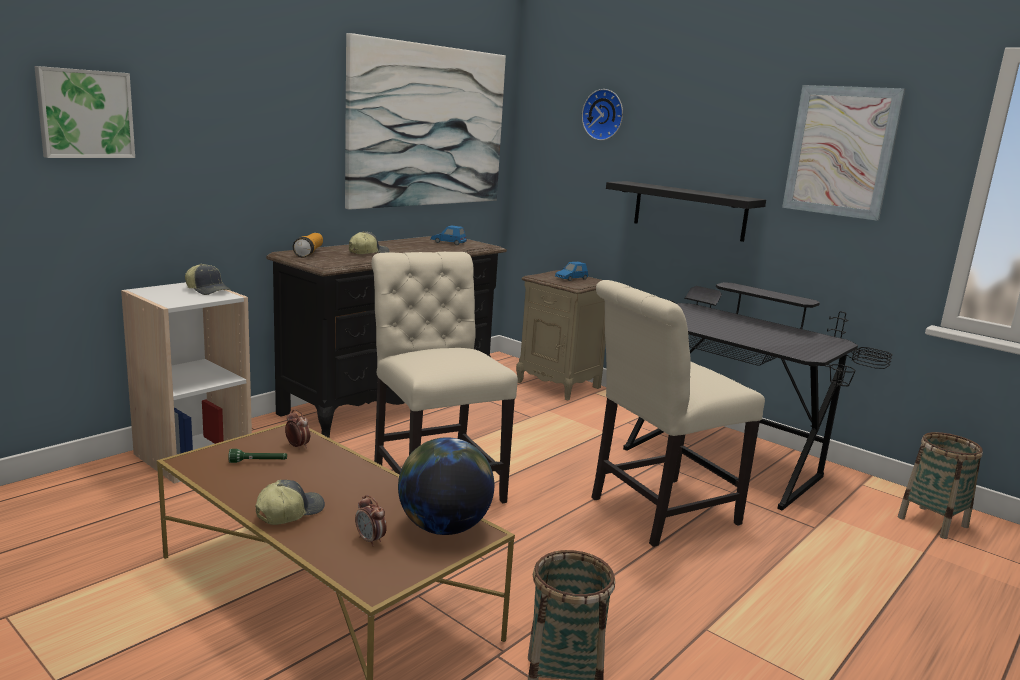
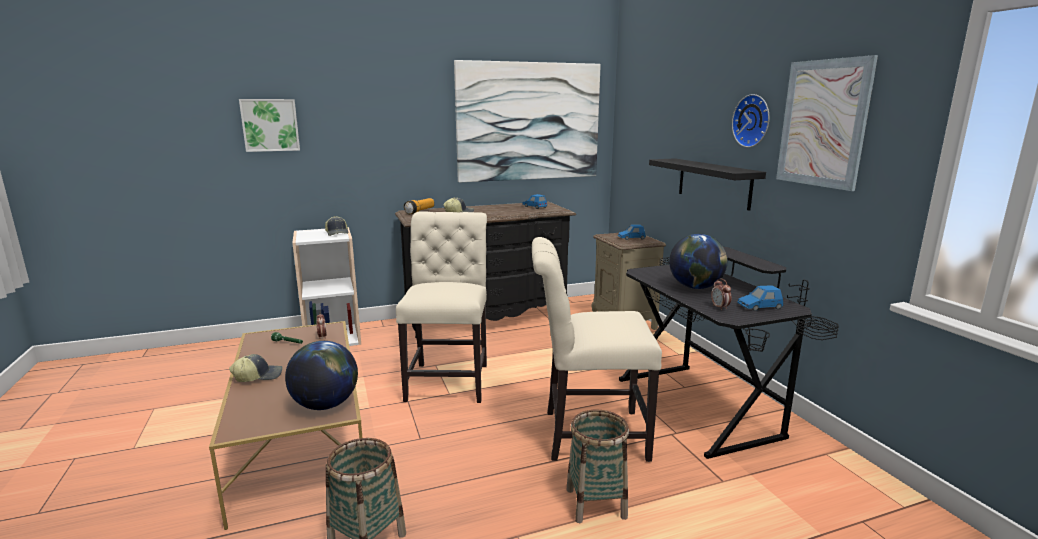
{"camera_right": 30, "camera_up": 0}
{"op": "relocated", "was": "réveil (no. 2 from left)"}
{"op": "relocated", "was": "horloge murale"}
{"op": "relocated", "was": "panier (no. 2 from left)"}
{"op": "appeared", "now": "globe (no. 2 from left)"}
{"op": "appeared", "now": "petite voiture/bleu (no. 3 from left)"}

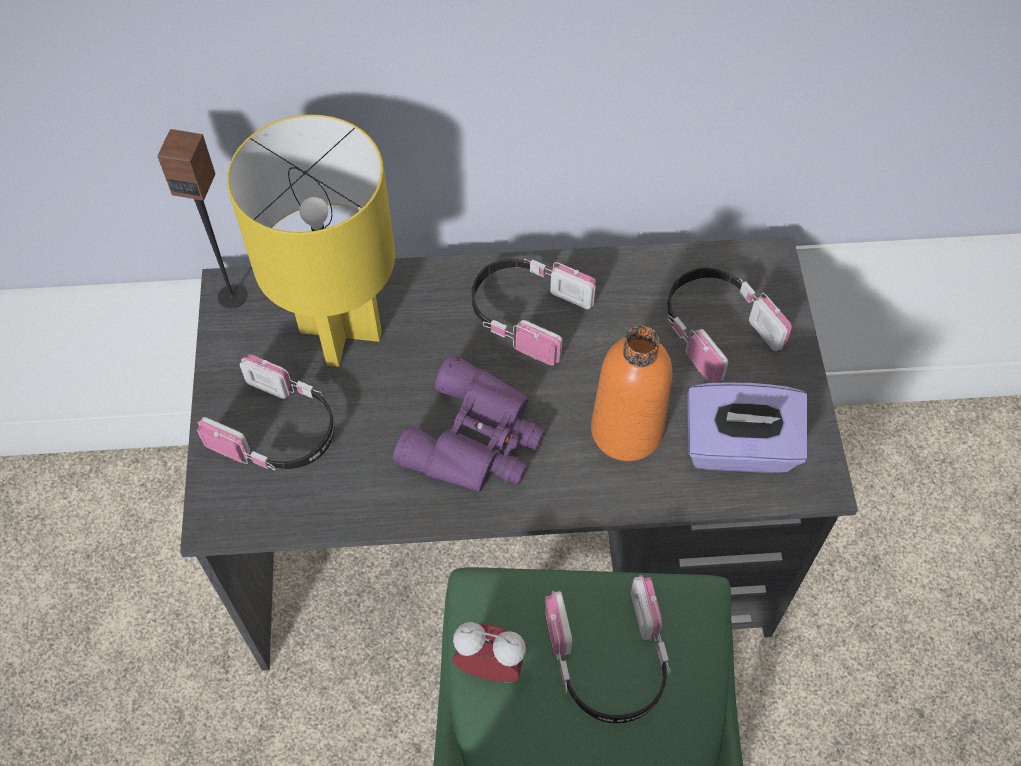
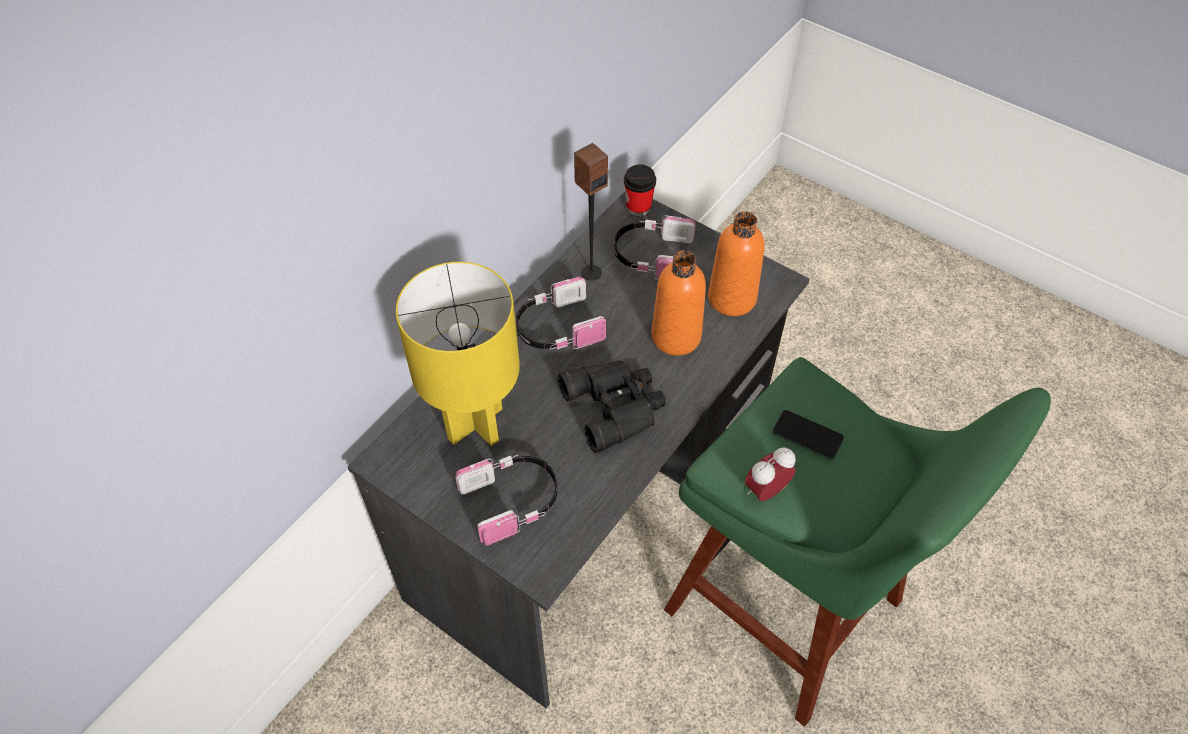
{"camera_right": -50, "camera_up": -5}
{"op": "relocated", "was": "enceinte"}
{"op": "colour", "was": "jumelles/violet", "now": "jumelles/noir"}
{"op": "exchanged", "was": "casque audio (no. 3 from left)", "now": "téléphone"}
{"op": "exchanged", "was": "boîte à mouchoirs/violet", "now": "bouteille/orange (no. 2 from left)"}
{"op": "appeared", "now": "tasse"}

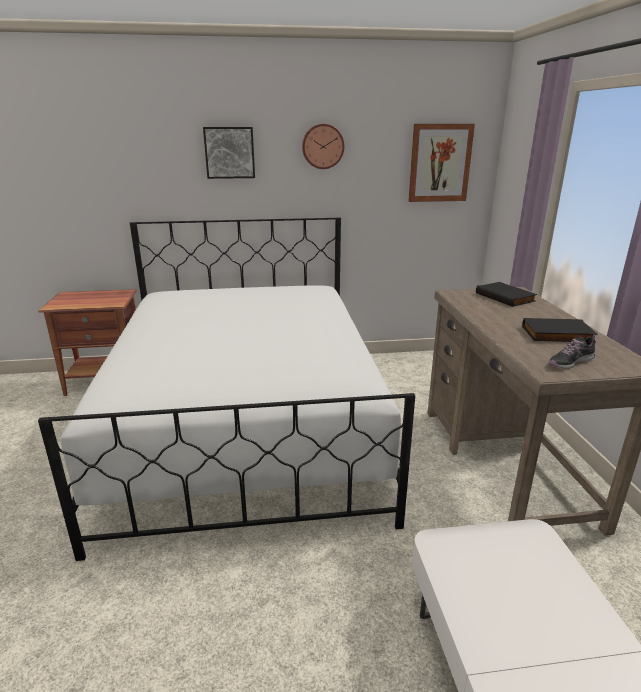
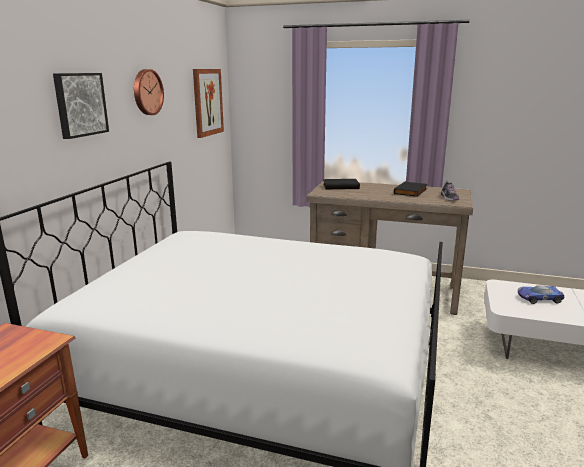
{"camera_right": -65, "camera_up": -5}
{"op": "appeared", "now": "petite voiture"}

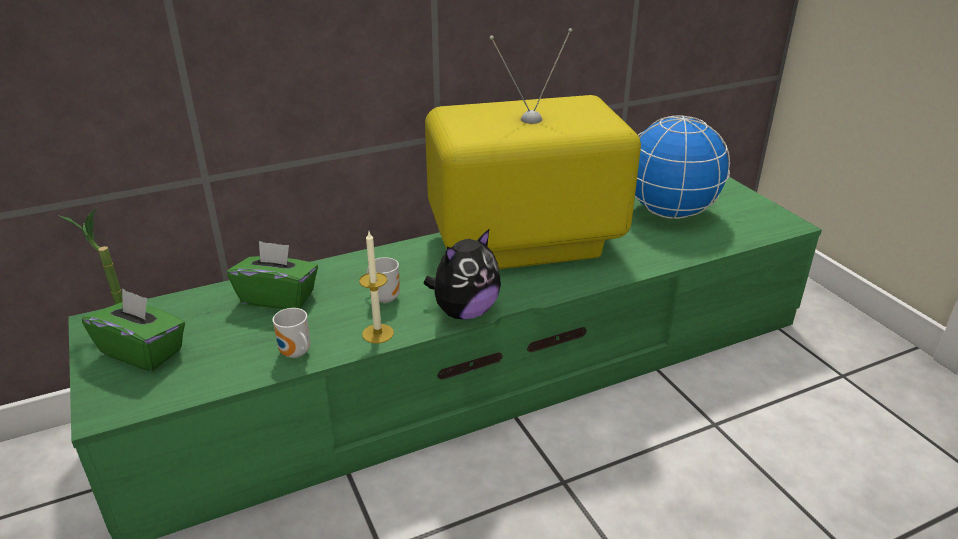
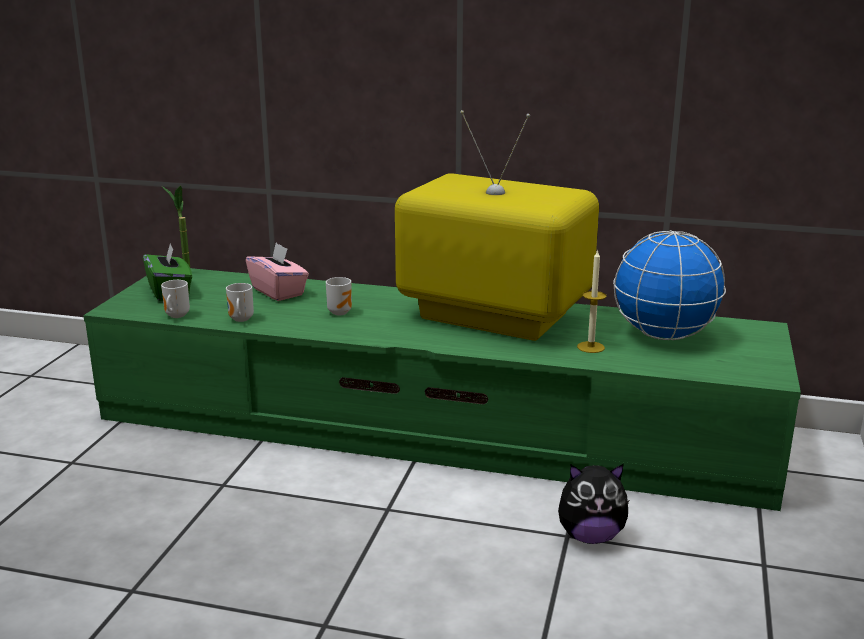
{"camera_right": 40, "camera_up": -10}
{"op": "colour", "was": "boîte à mouchoirs/vert (no. 2 from left)", "now": "boîte à mouchoirs/rose"}
{"op": "relocated", "was": "bougie"}
{"op": "relocated", "was": "peluche"}
{"op": "appeared", "now": "mug (no. 1 from left)"}

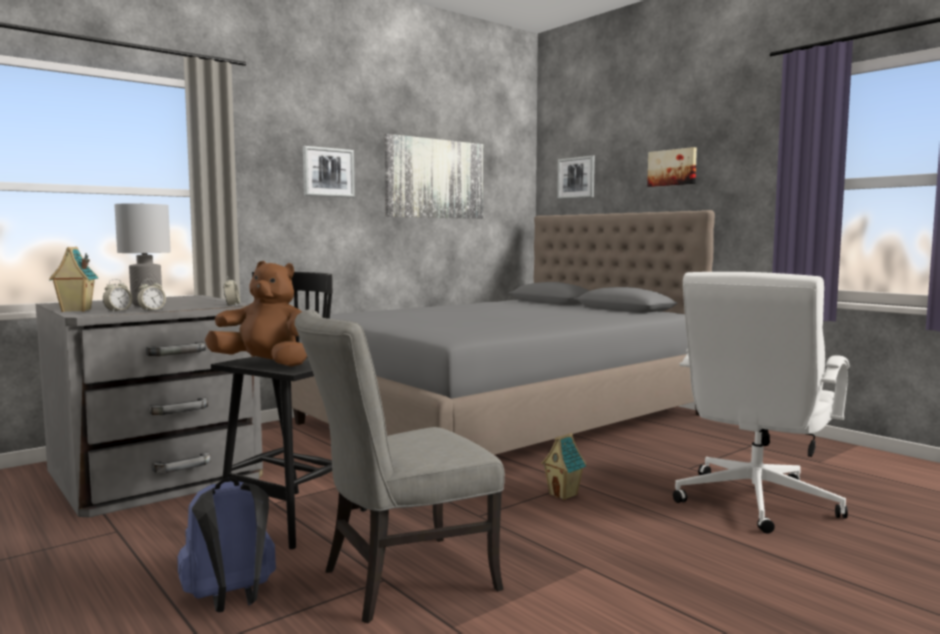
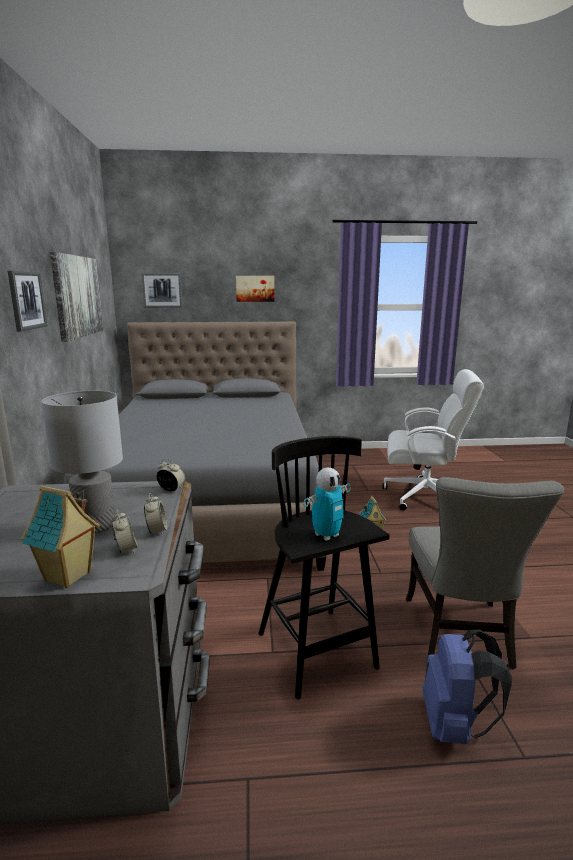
{"camera_right": -55, "camera_up": 10}
{"op": "exchanged", "was": "peluche/marron", "now": "robot jouet"}
{"op": "spun", "was": "chaise de bureau/blanc", "clockwise": -60}

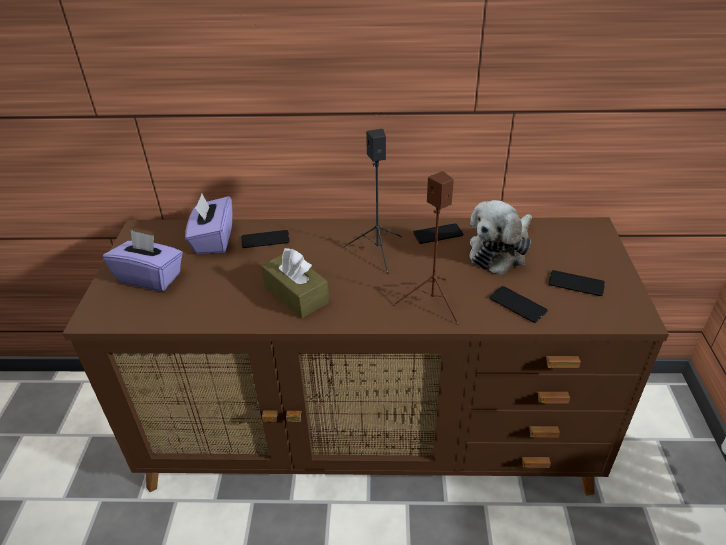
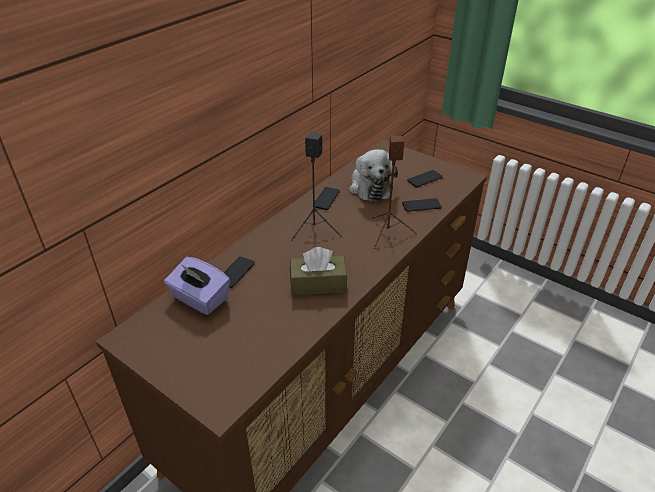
{"camera_right": -55, "camera_up": 0}
{"op": "missing", "was": "boîte à mouchoirs/violet (no. 1 from left)"}

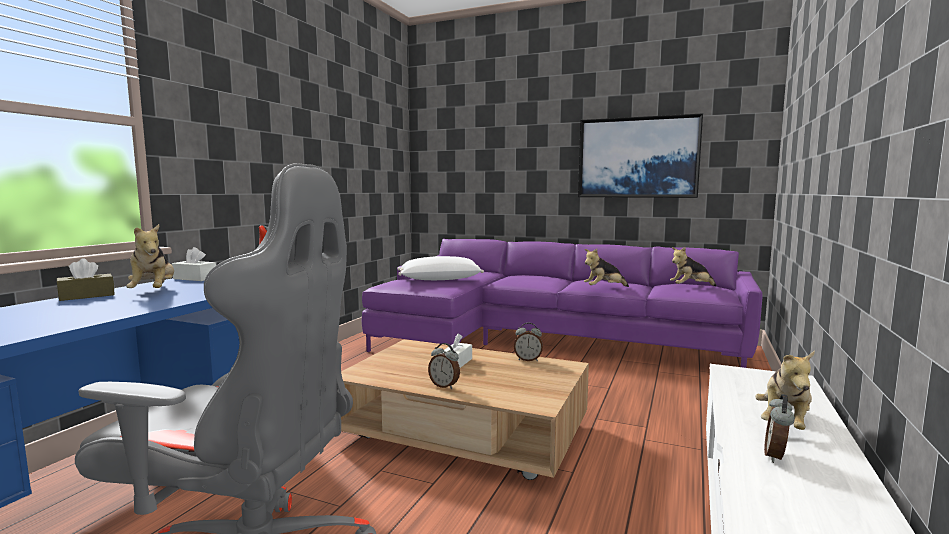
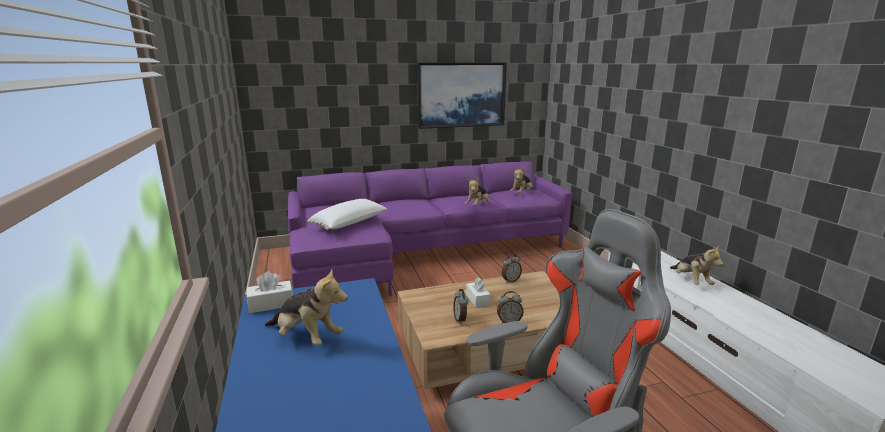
{"camera_right": -40, "camera_up": 10}
{"op": "missing", "was": "boîte à mouchoirs/marron"}
{"op": "relocated", "was": "réveil (no. 3 from left in the first image)", "now": "réveil (no. 1 from left)"}

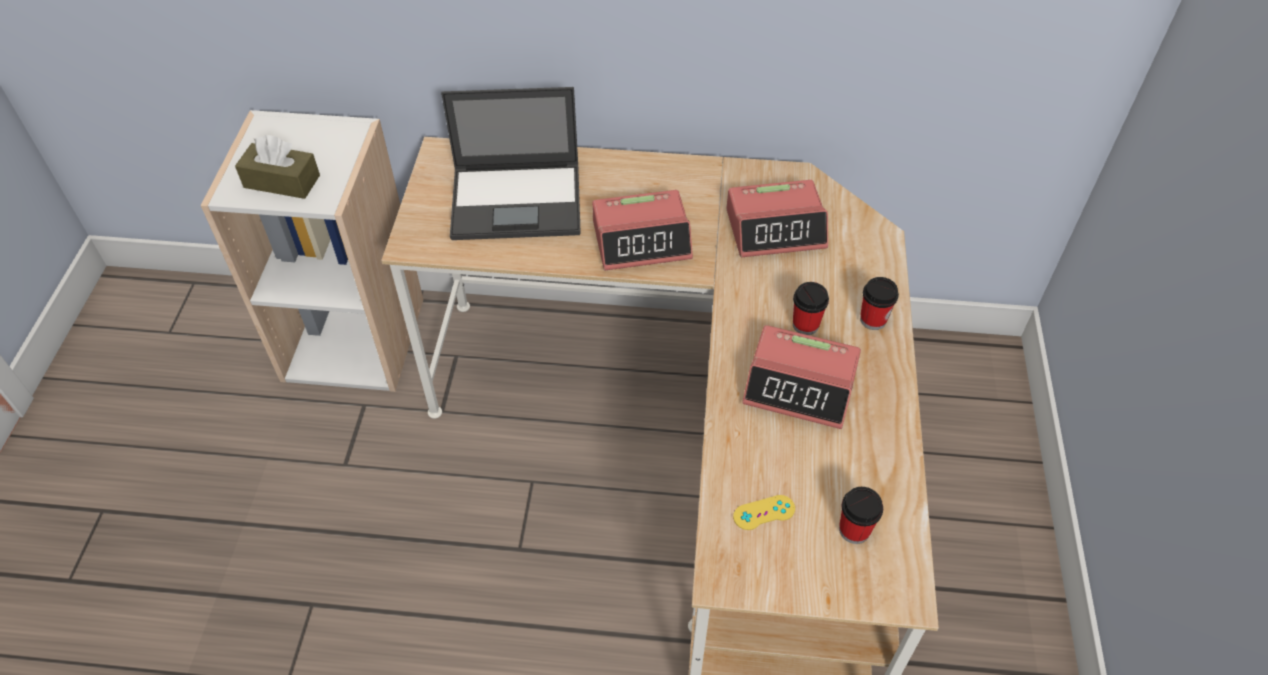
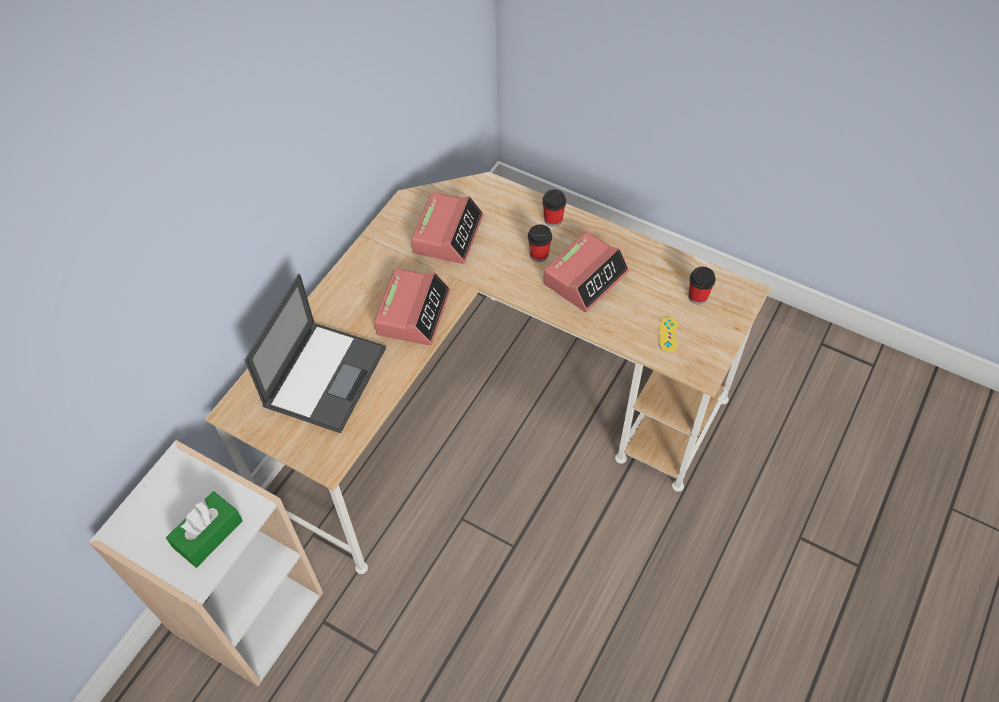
{"camera_right": -65, "camera_up": 5}
{"op": "colour", "was": "boîte à mouchoirs/marron", "now": "boîte à mouchoirs/vert"}

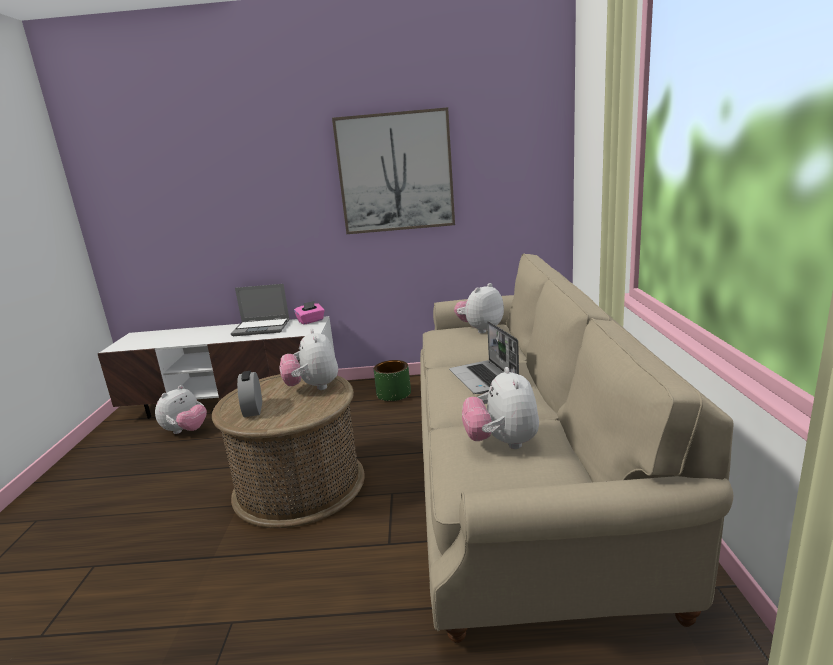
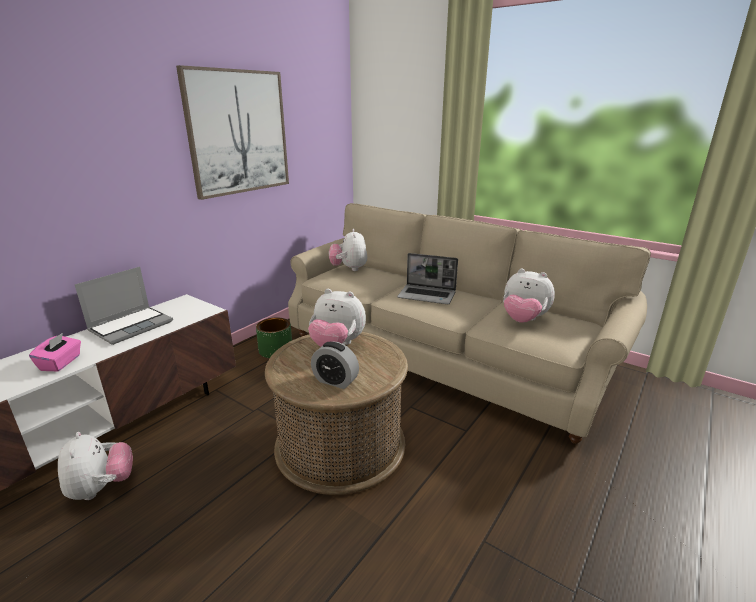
{"camera_right": -55, "camera_up": 5}
{"op": "relocated", "was": "boîte à mouchoirs/rose"}

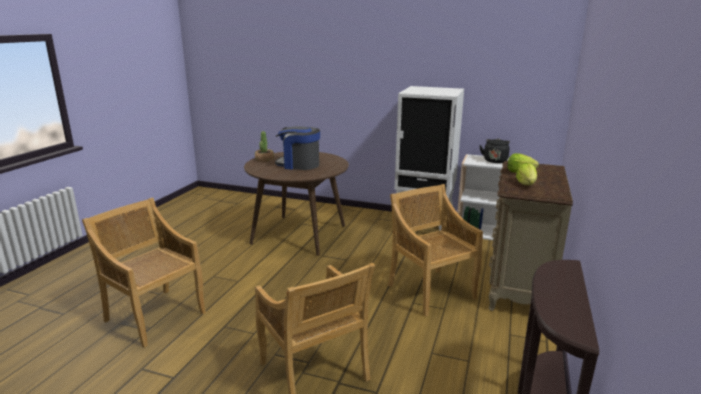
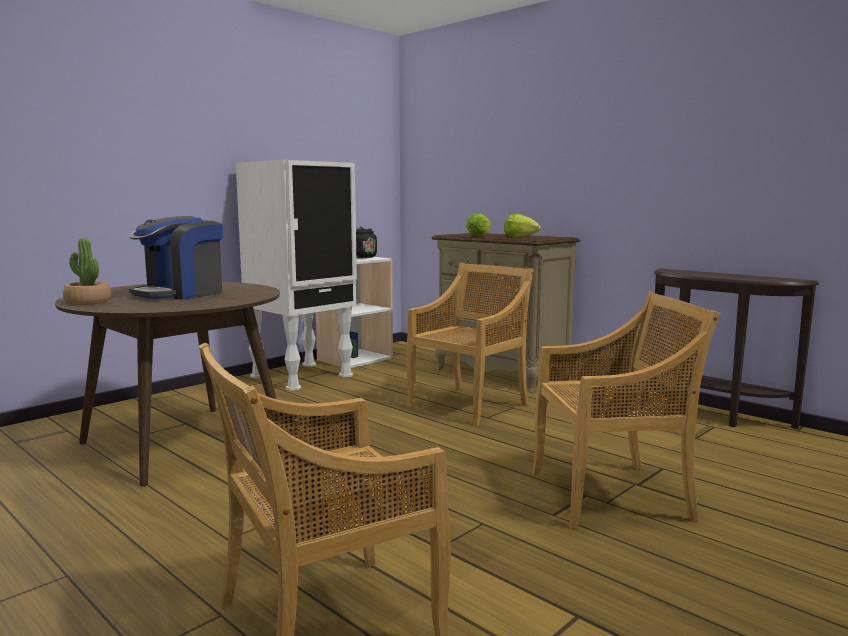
{"camera_right": -65, "camera_up": -10}
{"op": "spun", "was": "chaise/beige (no. 3 from left in the first image)", "clockwise": 135}

